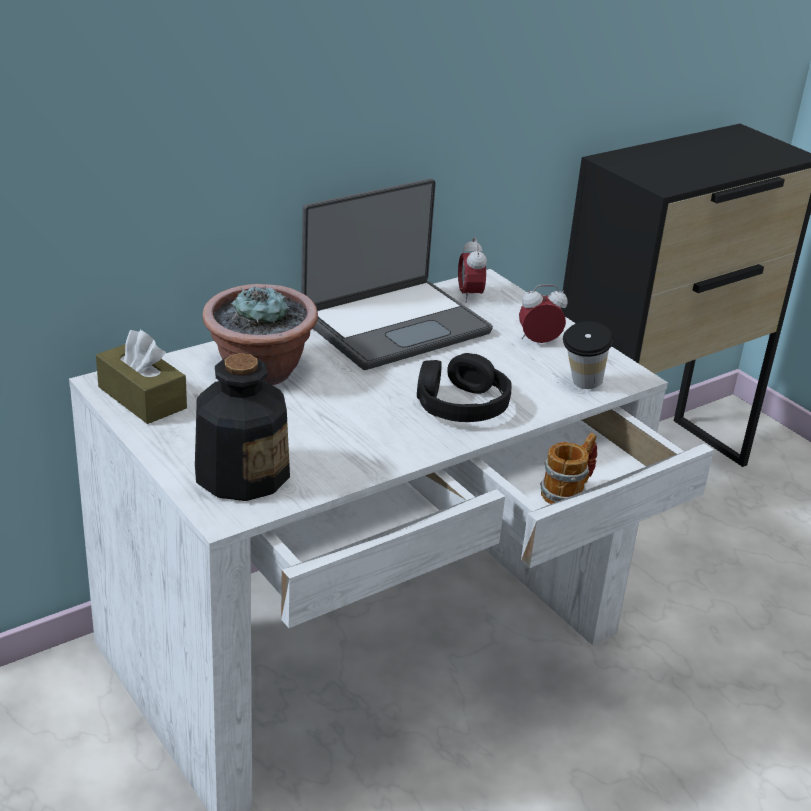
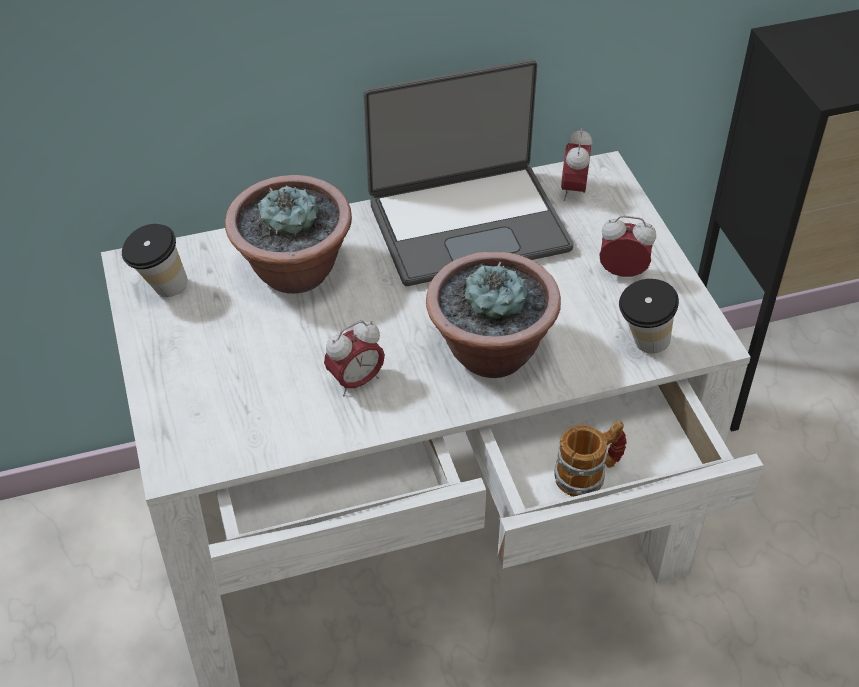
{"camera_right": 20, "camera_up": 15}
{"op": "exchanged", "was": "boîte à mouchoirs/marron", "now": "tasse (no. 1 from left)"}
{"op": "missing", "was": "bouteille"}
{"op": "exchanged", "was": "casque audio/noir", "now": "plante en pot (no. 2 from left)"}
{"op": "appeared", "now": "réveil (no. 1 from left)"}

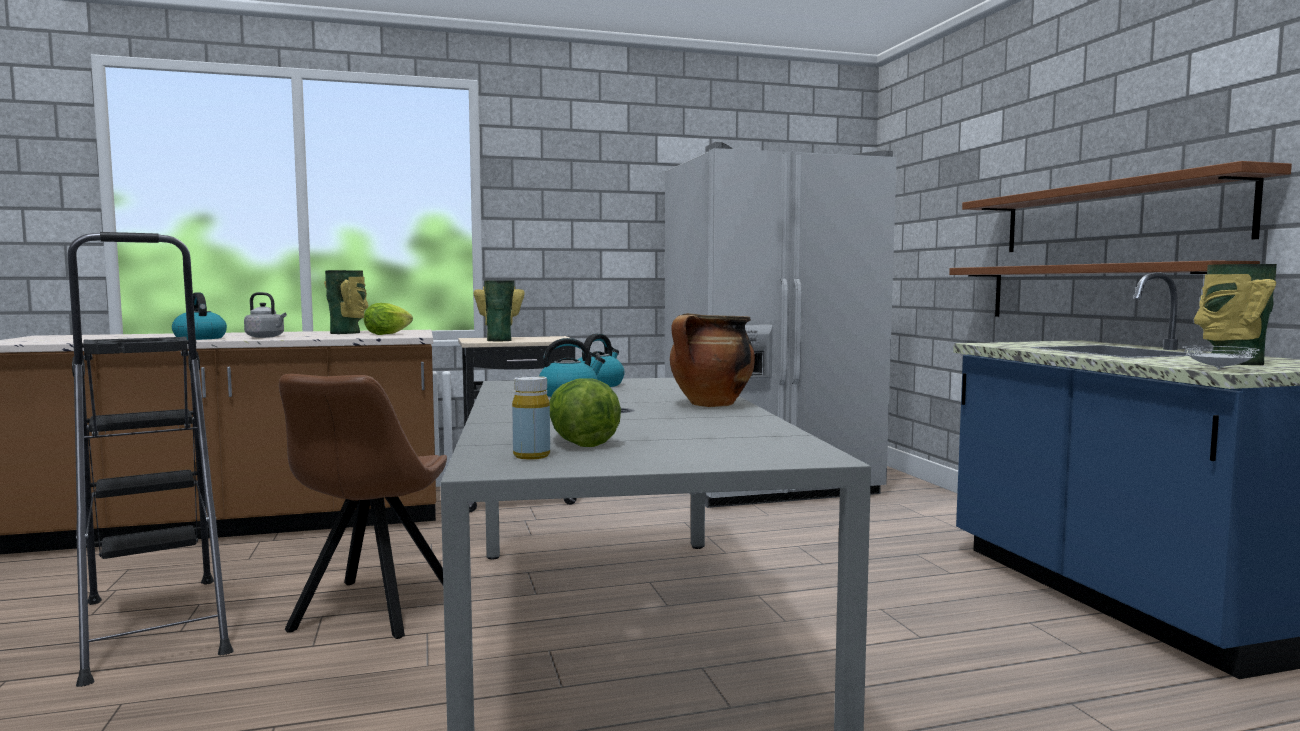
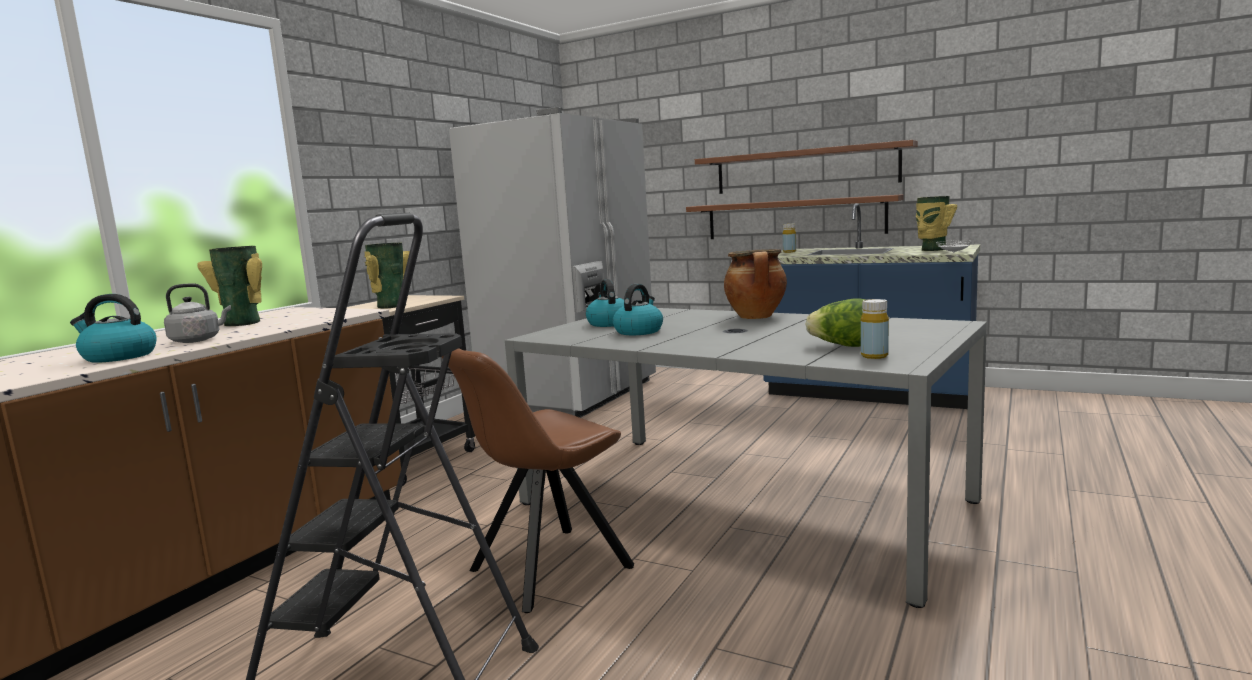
{"camera_right": -45, "camera_up": 5}
{"op": "spun", "was": "chaise/marron", "clockwise": 90}
{"op": "missing", "was": "laitue (no. 1 from left)"}
{"op": "appeared", "now": "bouteille/jaune (no. 1 from left)"}

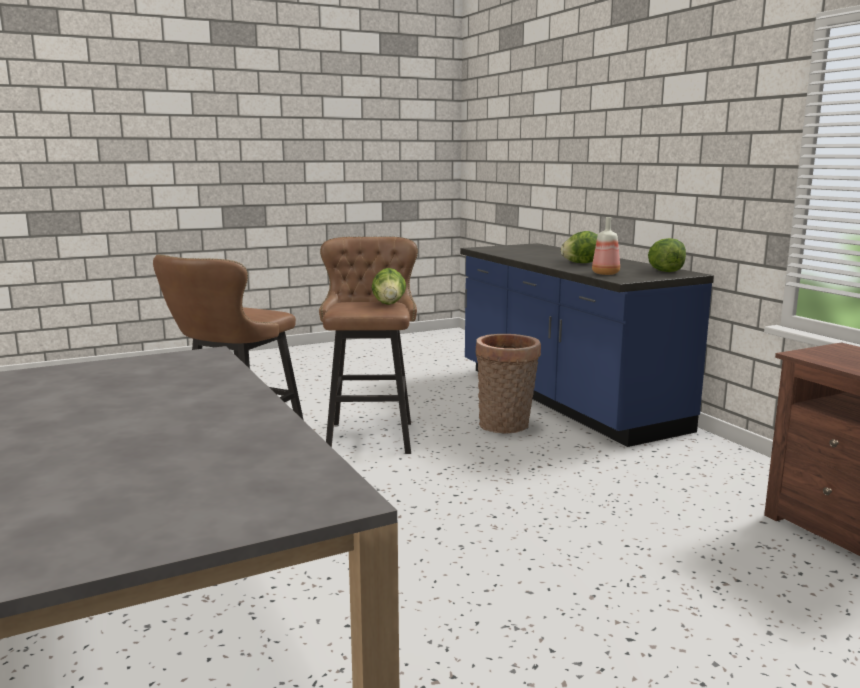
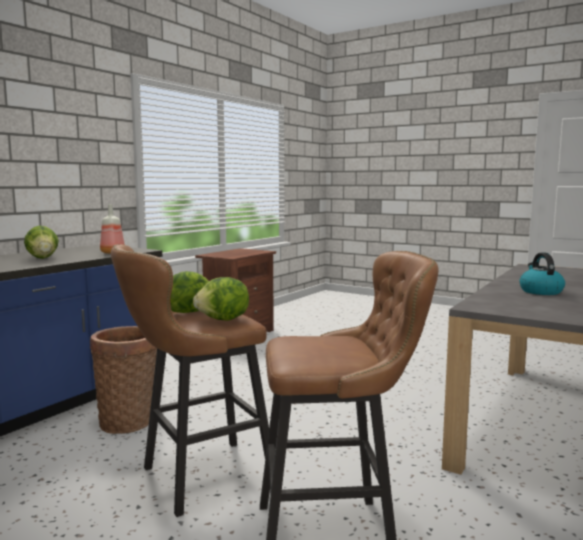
{"camera_right": -120, "camera_up": -5}
{"op": "relocated", "was": "laitue (no. 3 from left)"}
{"op": "appeared", "now": "bouilloire"}

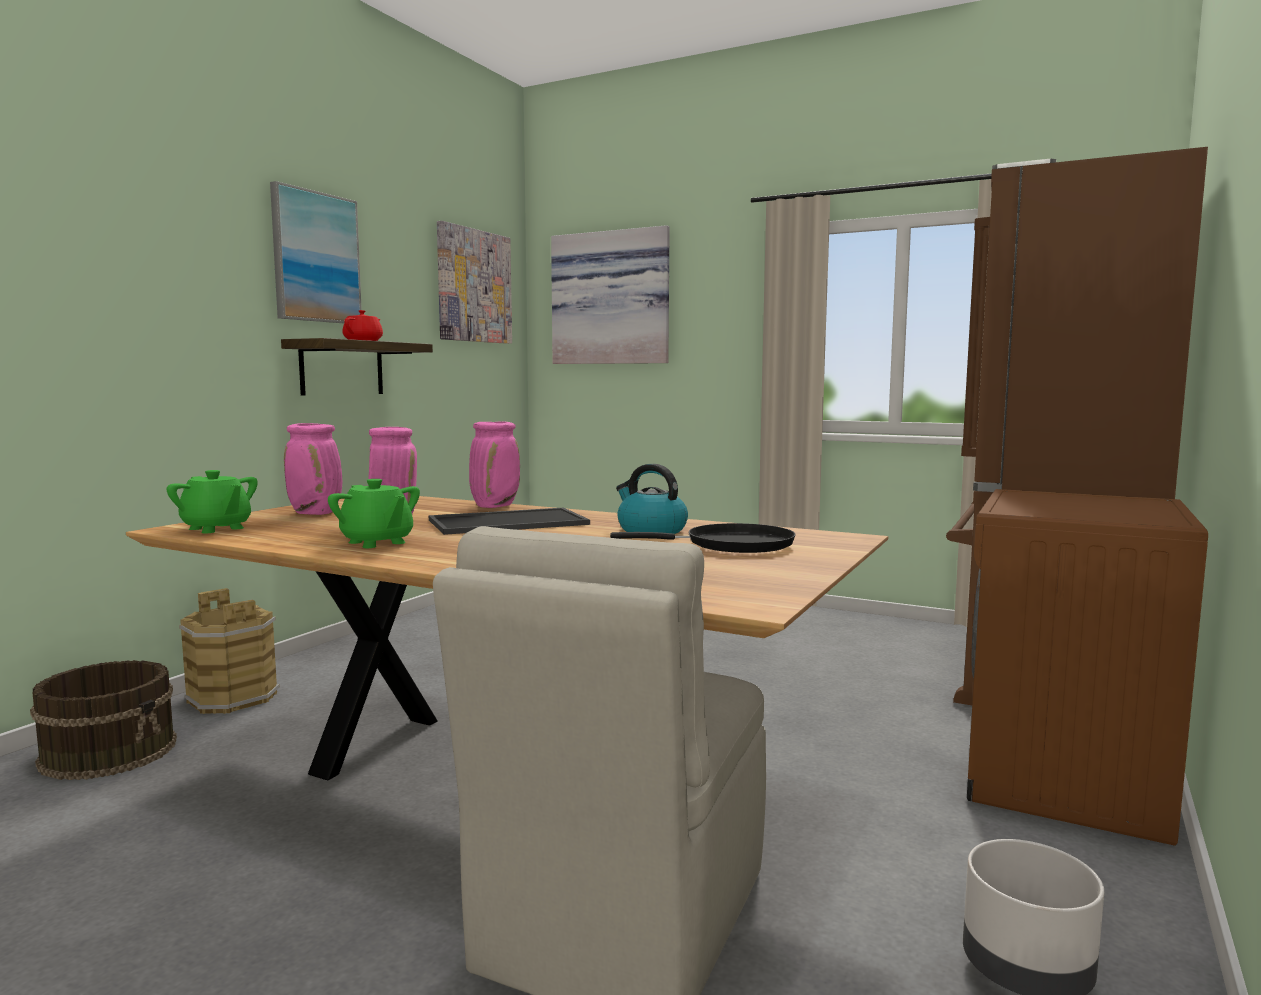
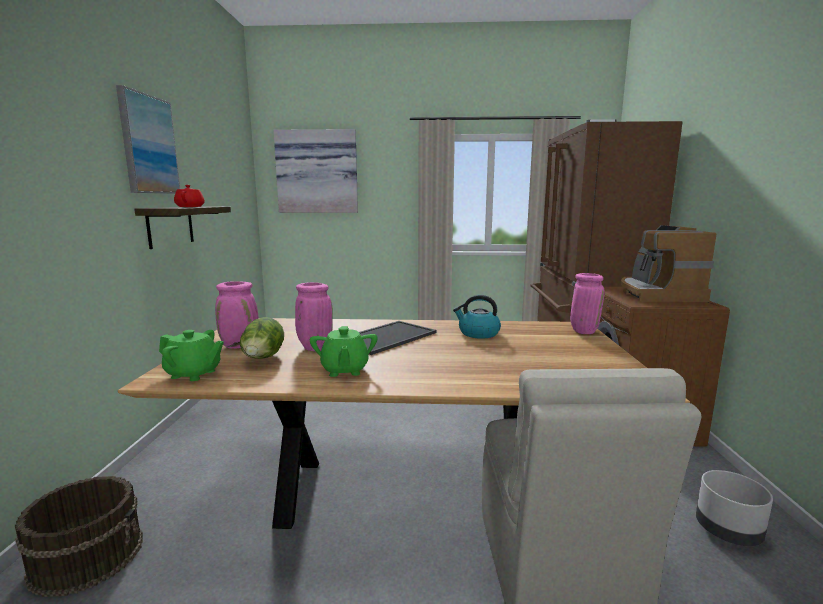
{"camera_right": -25, "camera_up": 5}
{"op": "missing", "was": "seau/marron (no. 2 from left)"}
{"op": "spun", "was": "théière/vert (no. 2 from left)", "clockwise": 60}
{"op": "missing", "was": "tableau (no. 2 from left)"}
{"op": "relocated", "was": "vase/rose (no. 3 from left)"}
{"op": "missing", "was": "poêle/noir"}
{"op": "appeared", "now": "laitue"}
{"op": "appeared", "now": "machine à café"}

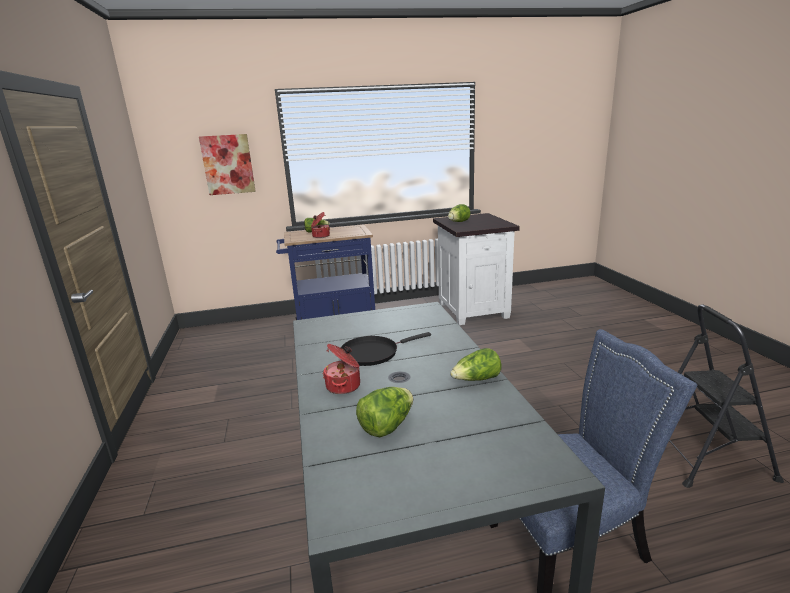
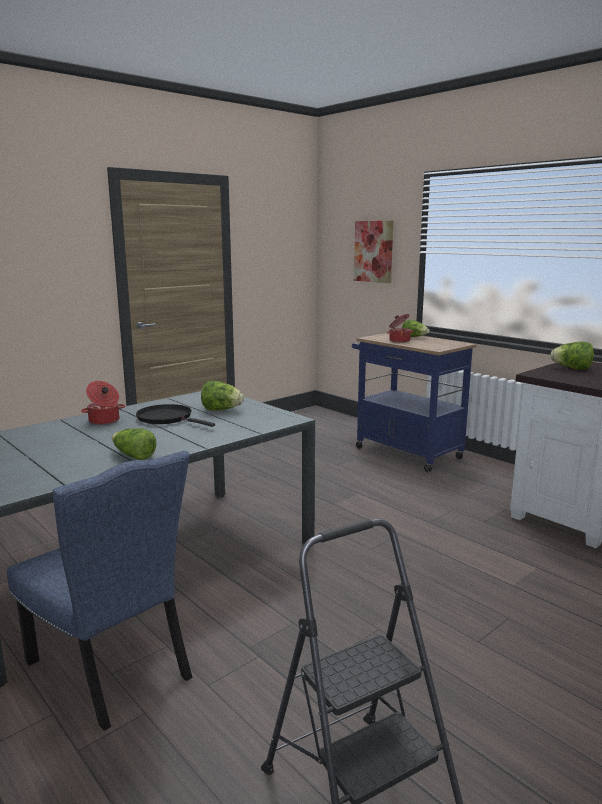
{"camera_right": 60, "camera_up": -5}
{"op": "relocated", "was": "laitue (no. 2 from left)"}

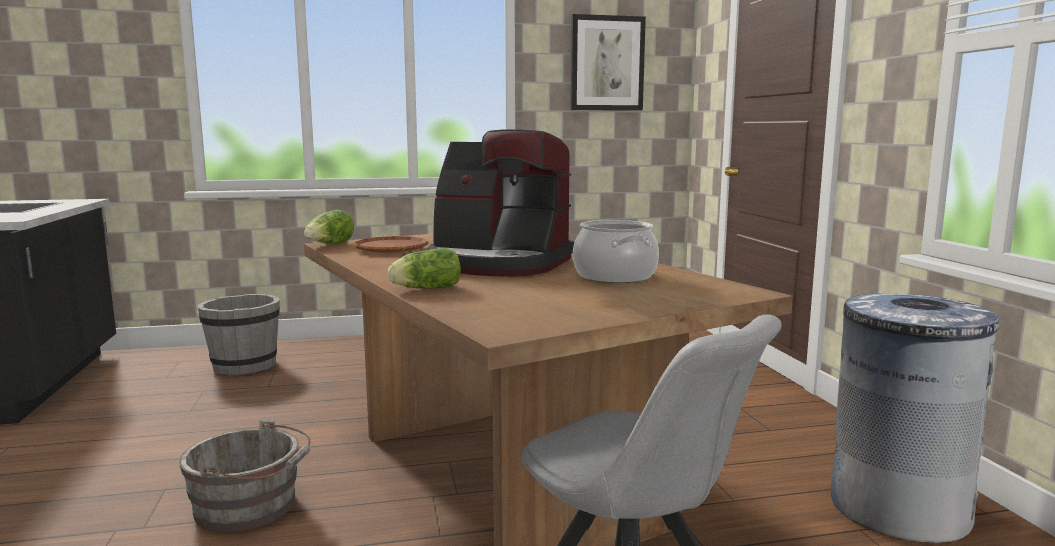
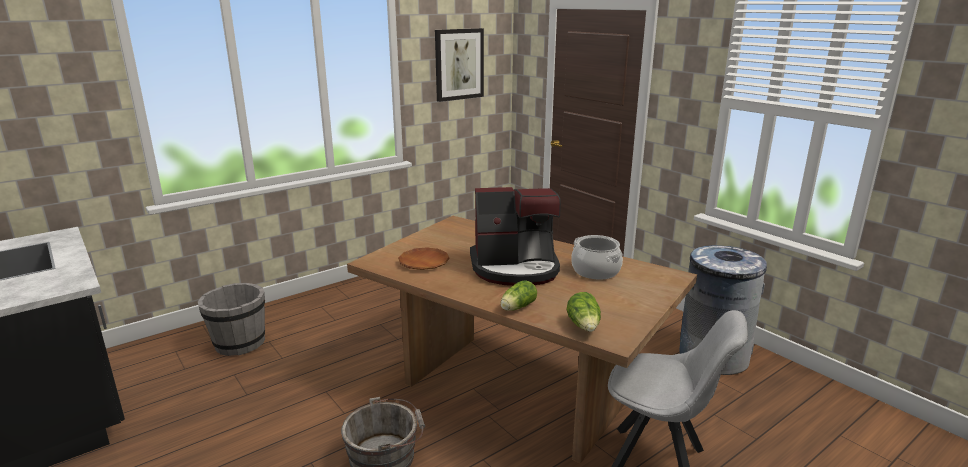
{"camera_right": -25, "camera_up": 10}
{"op": "relocated", "was": "laitue (no. 1 from left in the first image)", "now": "laitue (no. 2 from left)"}

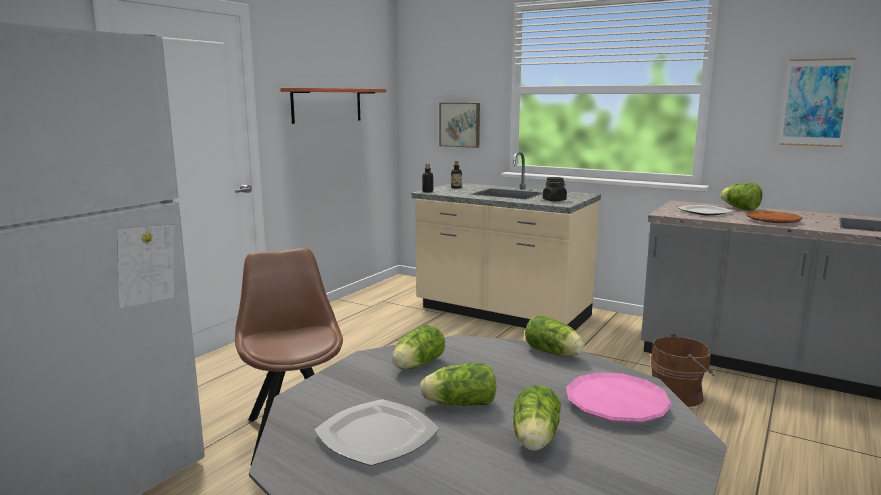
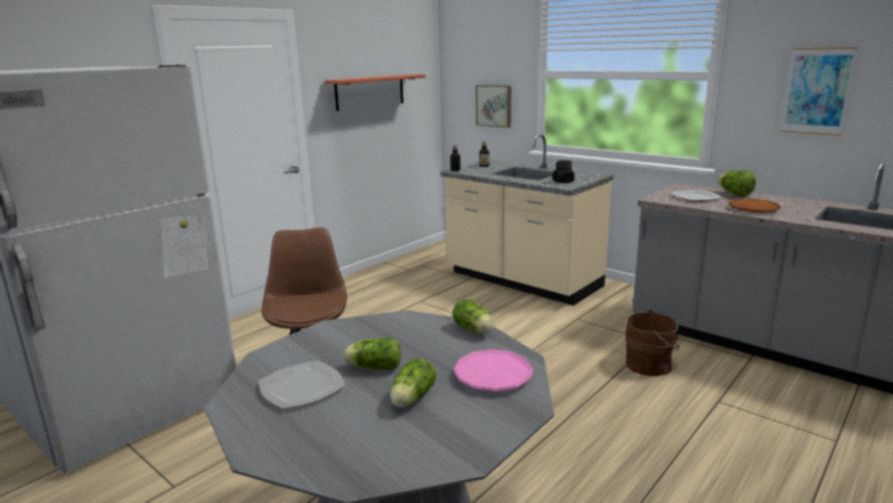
{"camera_right": 10, "camera_up": 5}
{"op": "missing", "was": "laitue (no. 1 from left)"}

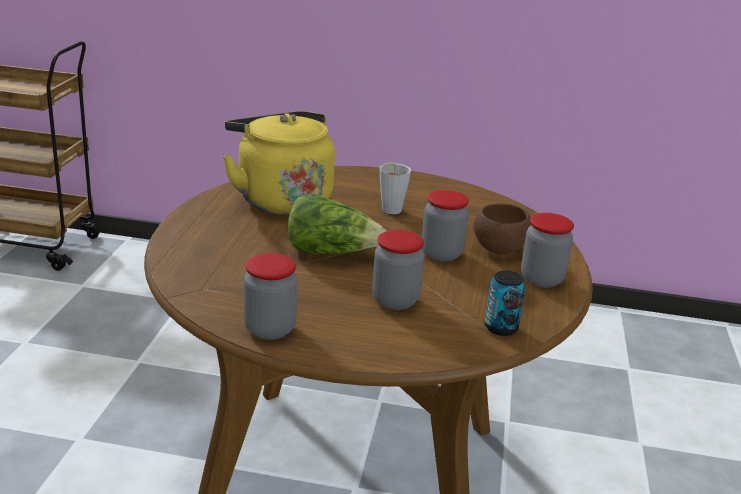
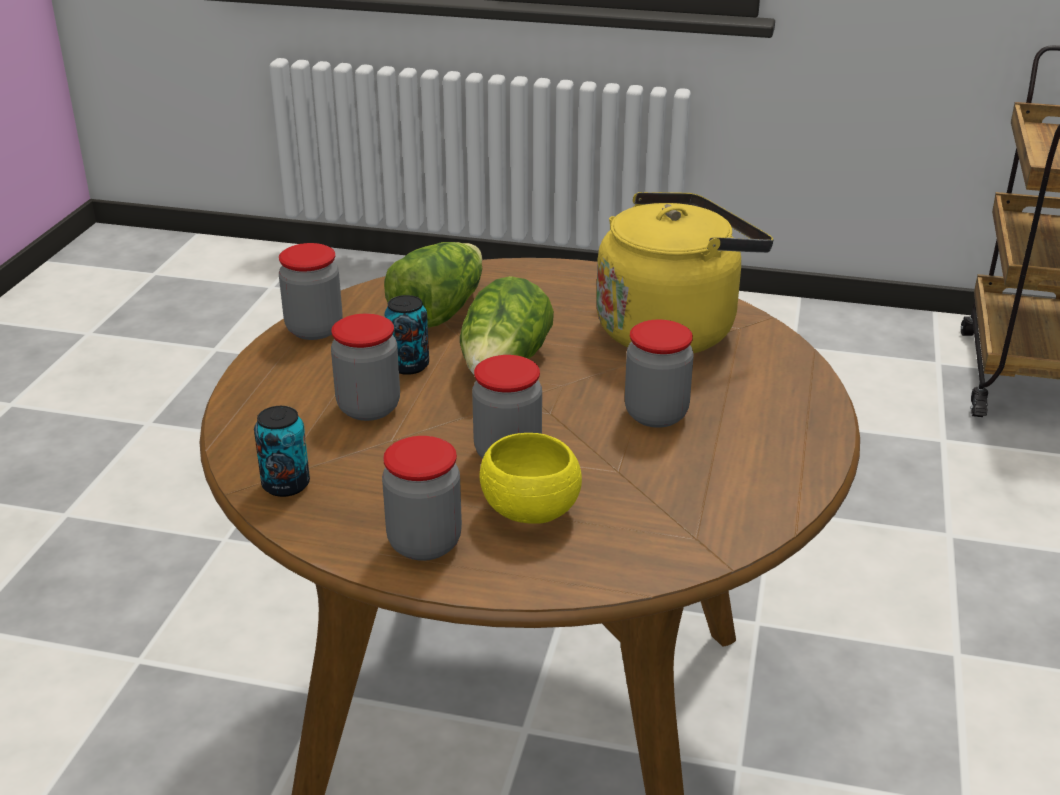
{"camera_right": 95, "camera_up": 5}
{"op": "exchanged", "was": "tasse/gris", "now": "bocal (no. 5 from left)"}
{"op": "colour", "was": "bol/marron", "now": "bol/jaune"}
{"op": "appeared", "now": "laitue (no. 1 from left)"}
{"op": "appeared", "now": "boîte métallique (no. 2 from left)"}

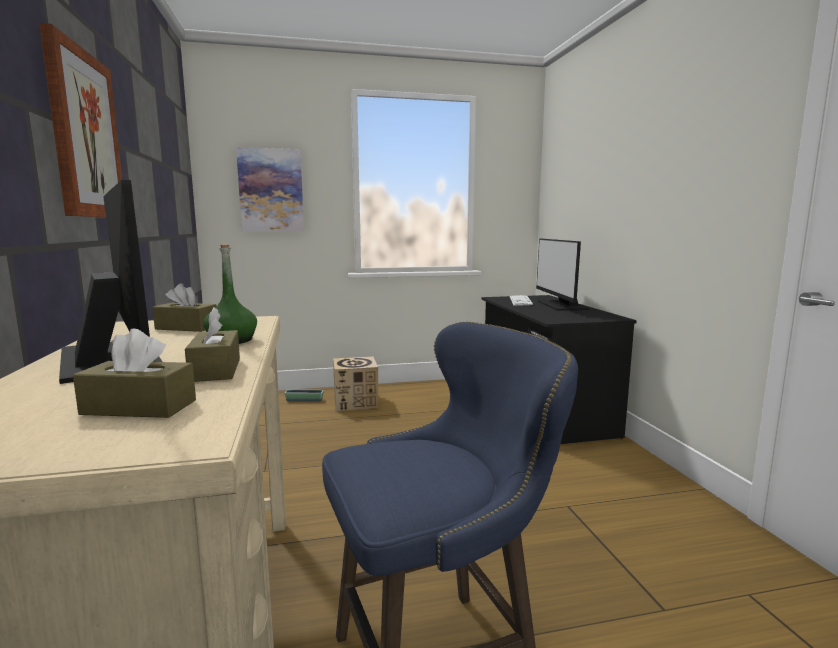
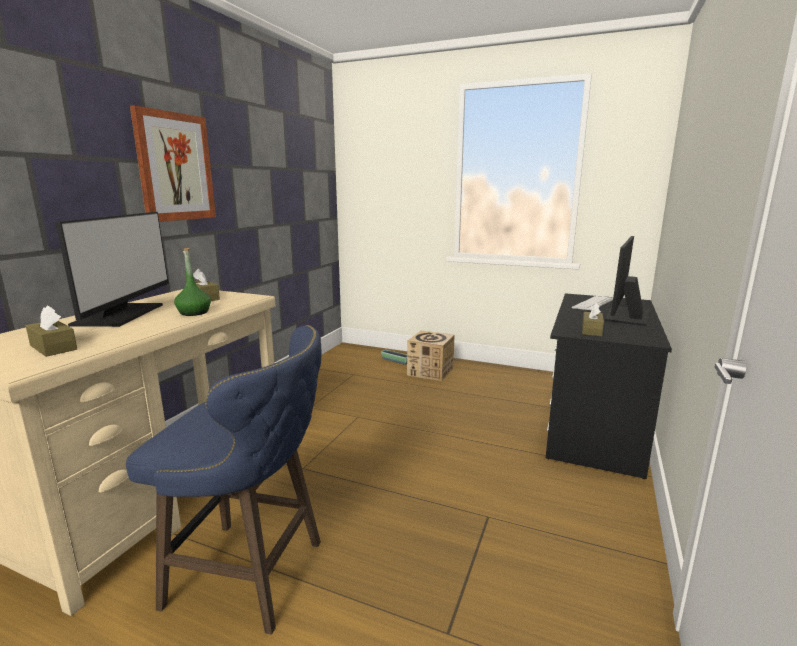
{"camera_right": 35, "camera_up": 5}
{"op": "relocated", "was": "boîte à mouchoirs/marron (no. 3 from left)"}
{"op": "missing", "was": "tableau (no. 2 from left)"}

